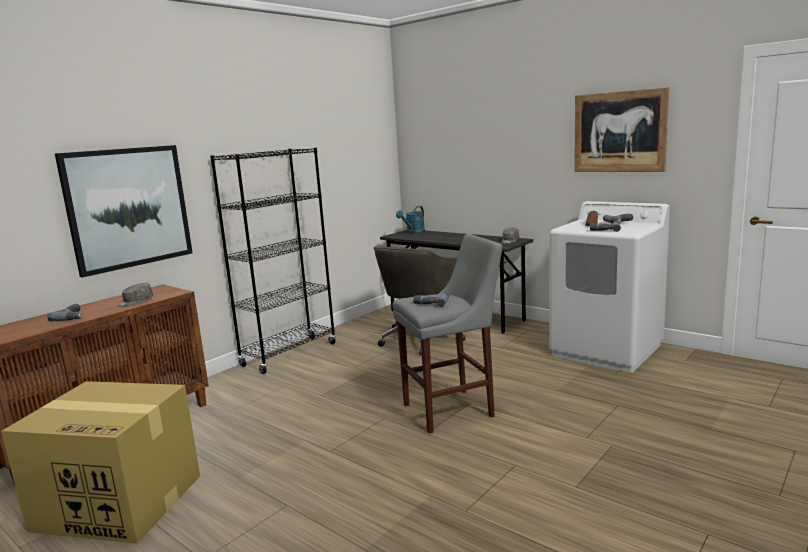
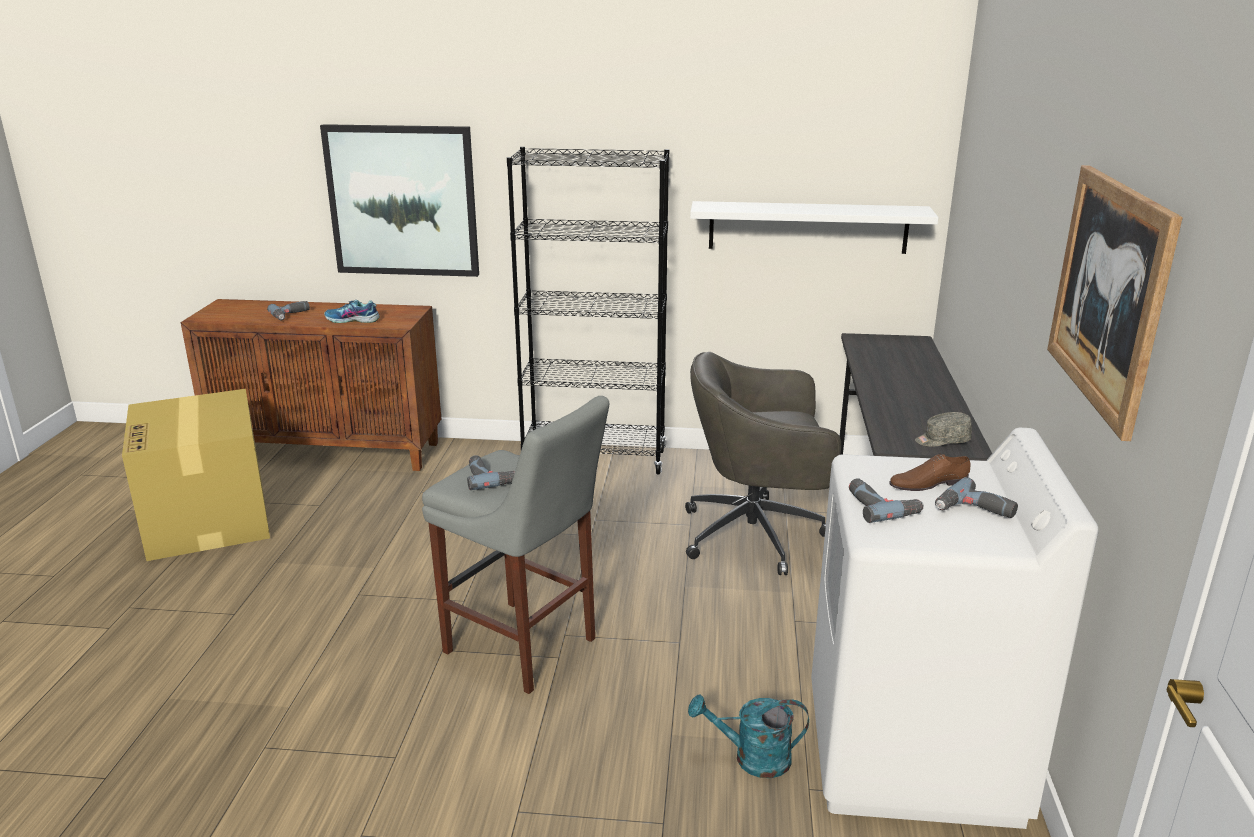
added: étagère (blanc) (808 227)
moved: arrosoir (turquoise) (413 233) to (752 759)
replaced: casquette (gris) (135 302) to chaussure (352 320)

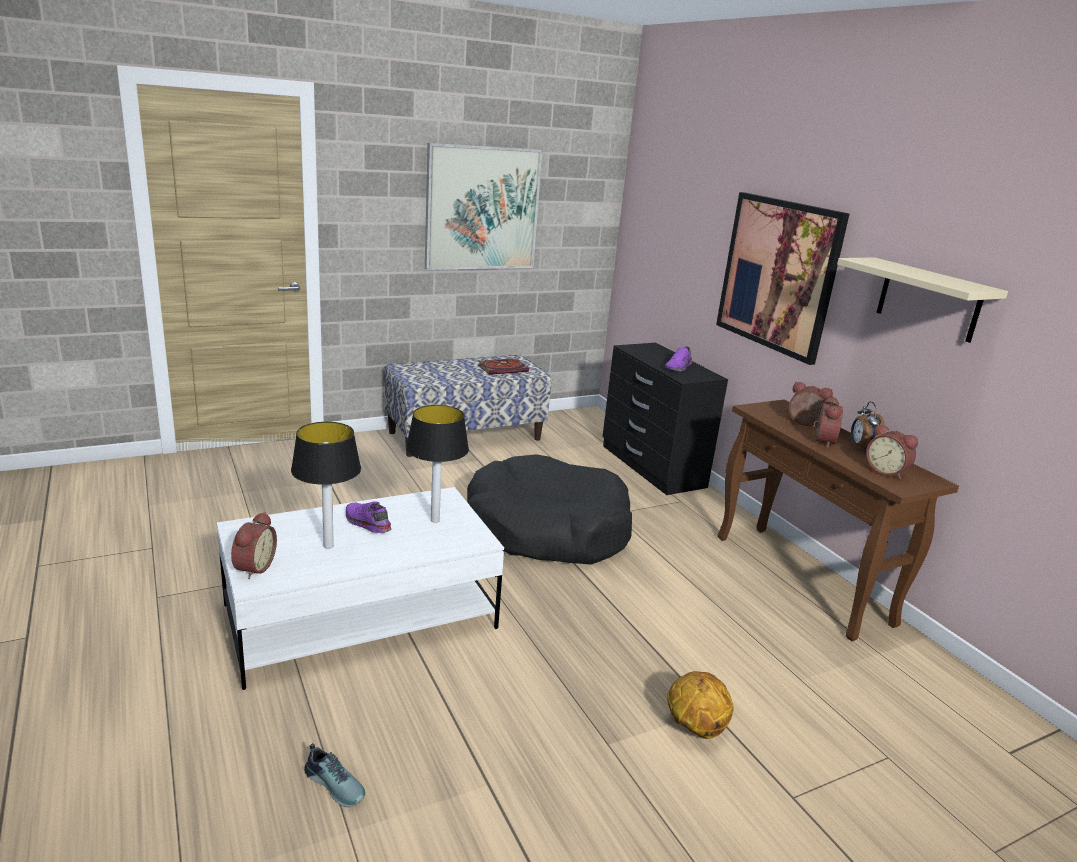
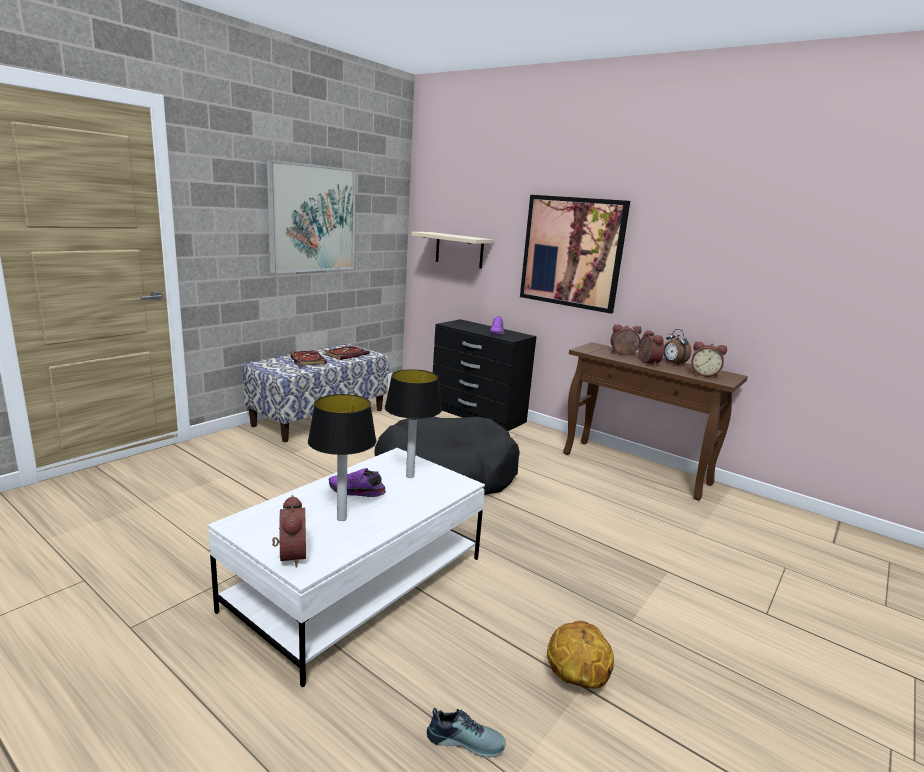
added: livre (306 360)
moved: ballon de basket (694 727) to (575 679); étagère (beige) (928 300) to (459 250)

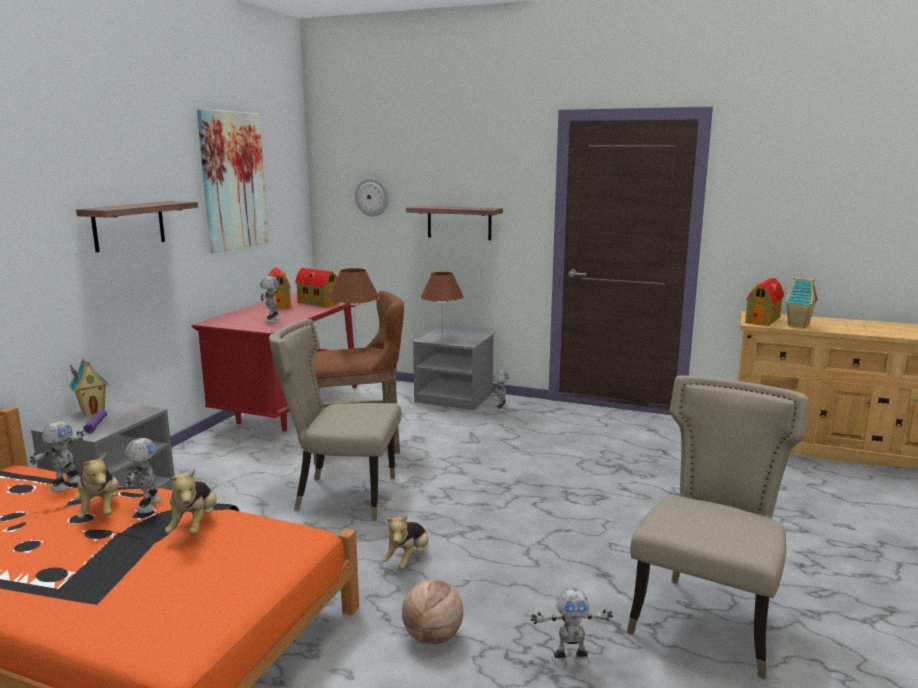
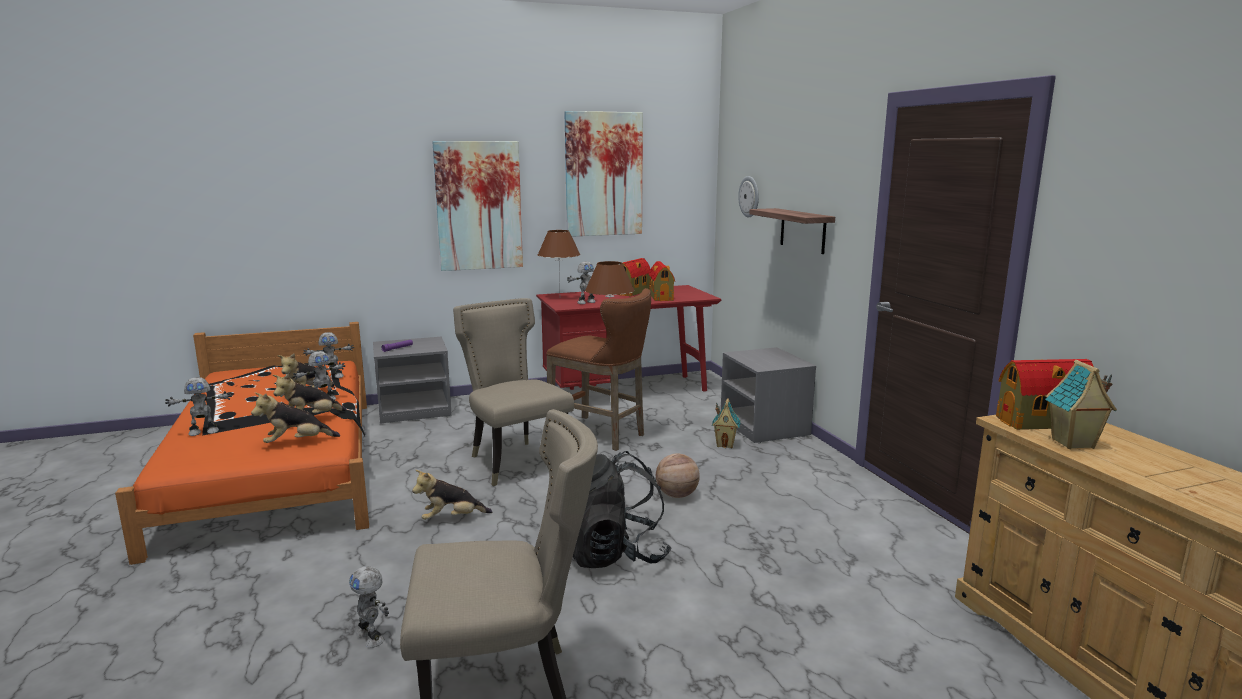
added: peluche (296 443); sac à dos (noir) (614 555)
moved: maison miniature (93 411) to (725 444); ballon de basket (433 637) to (677 495); lampe de table (marron) (442 339) to (560 297); robot jouet (500 408) to (204 432)
replaced: étagère (129 225) to tableau (479 206)

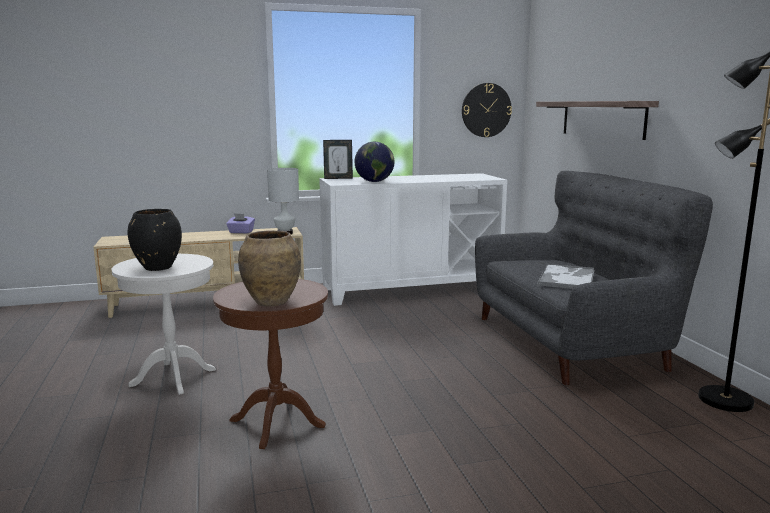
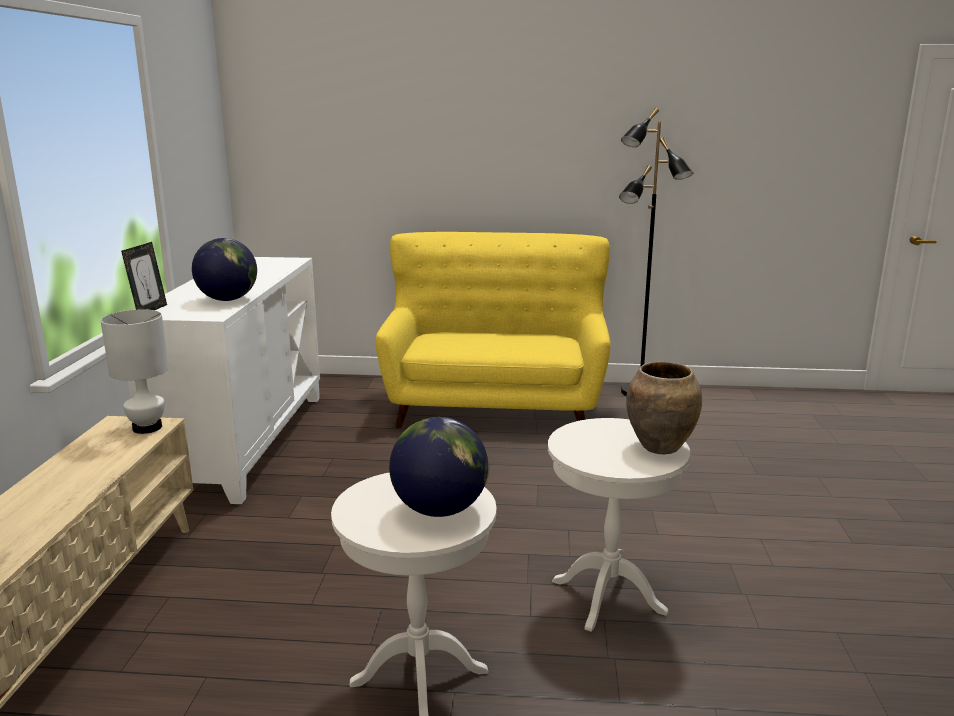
removed: boîte à mouchoirs (violet) (241 232); horloge murale (486 110); étagère (602 118); plateau (566 278)
replaced: vase (noir) (157 268) to globe (439 510)
recoloured: table d'appoint (marron) (277 423) to table d'appoint (blanc) (608 596); canapé (gris) (572 341) to canapé (jaune) (495 406)

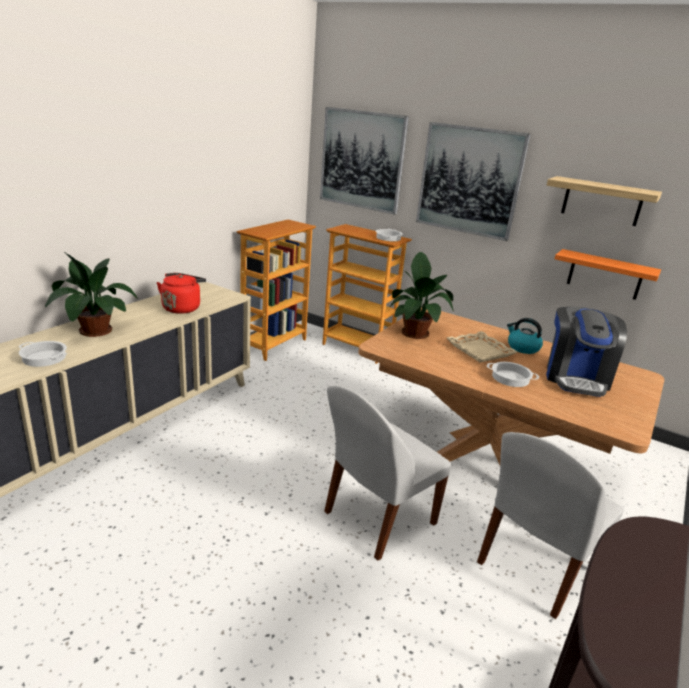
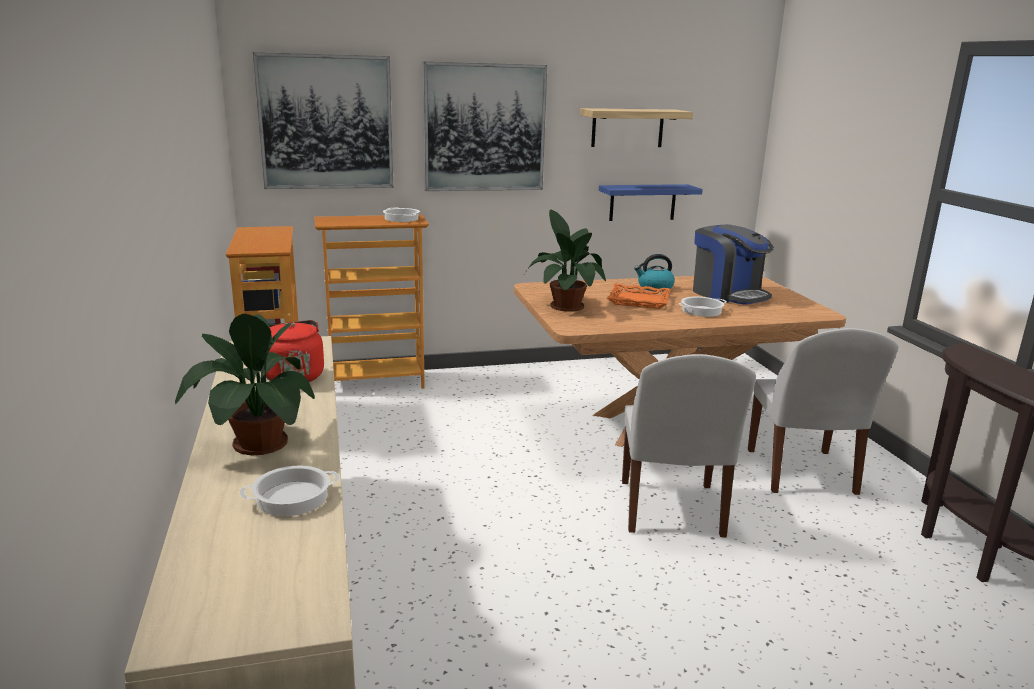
recoloured: plateau (beige) (479 351) to plateau (orange) (639 301); étagère (orange) (605 275) to étagère (bleu) (642 202)

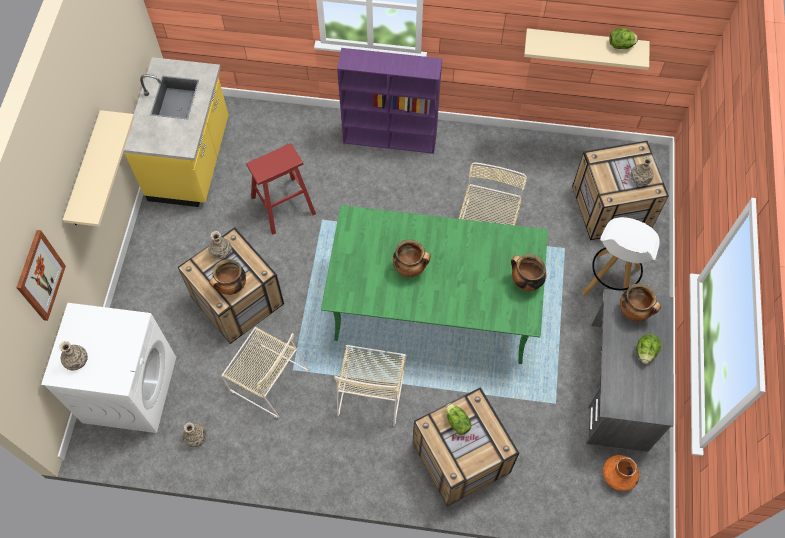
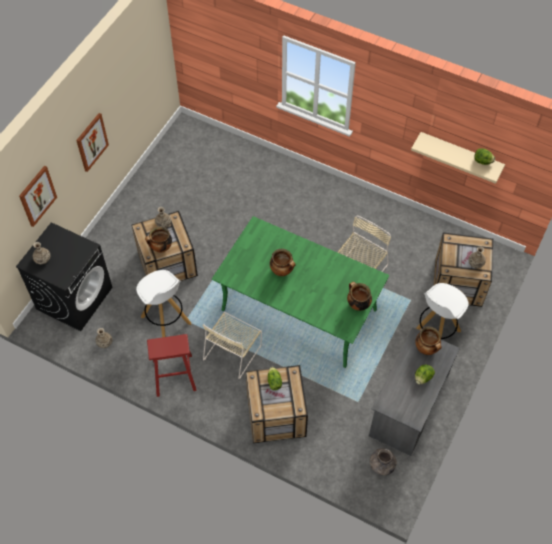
removed: comptoir de cuisine (jaune) (191 160); bibliothèque (violet) (391 138)
moved: tabouret (rouge) (283 205) to (174 375)
replaced: étagère (beige) (86 171) to tableau (91 142); chaise (beige) (267 379) to tabouret (blanc) (166 320)
recoloured: lave-linge (blanc) (129 389) to lave-linge (noir) (74 297); vase (orange) (618 476) to vase (gris) (382 464)

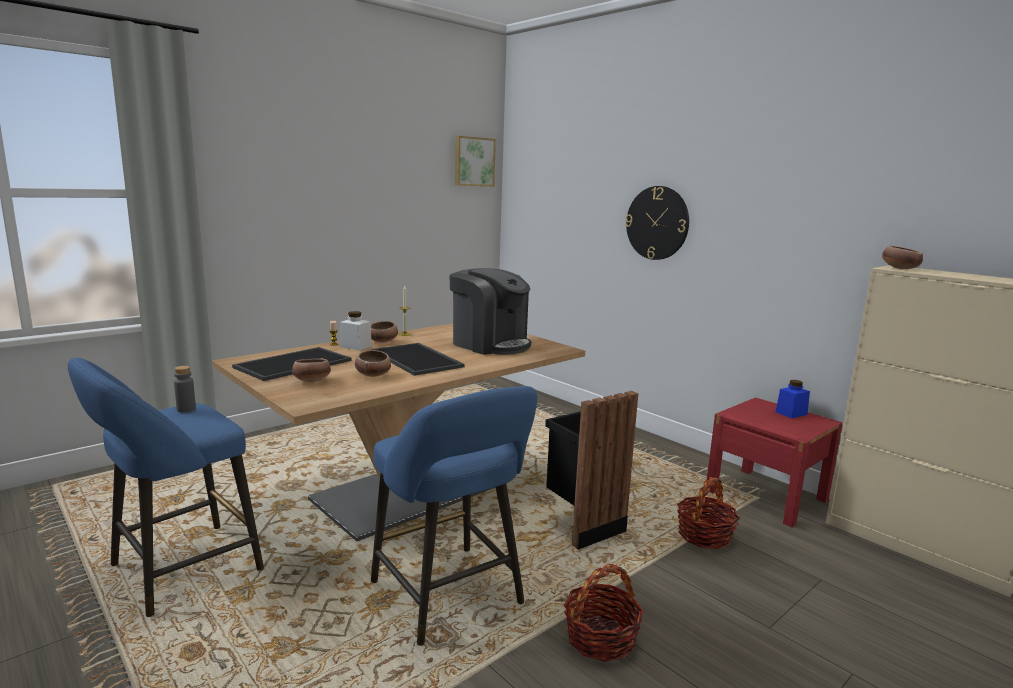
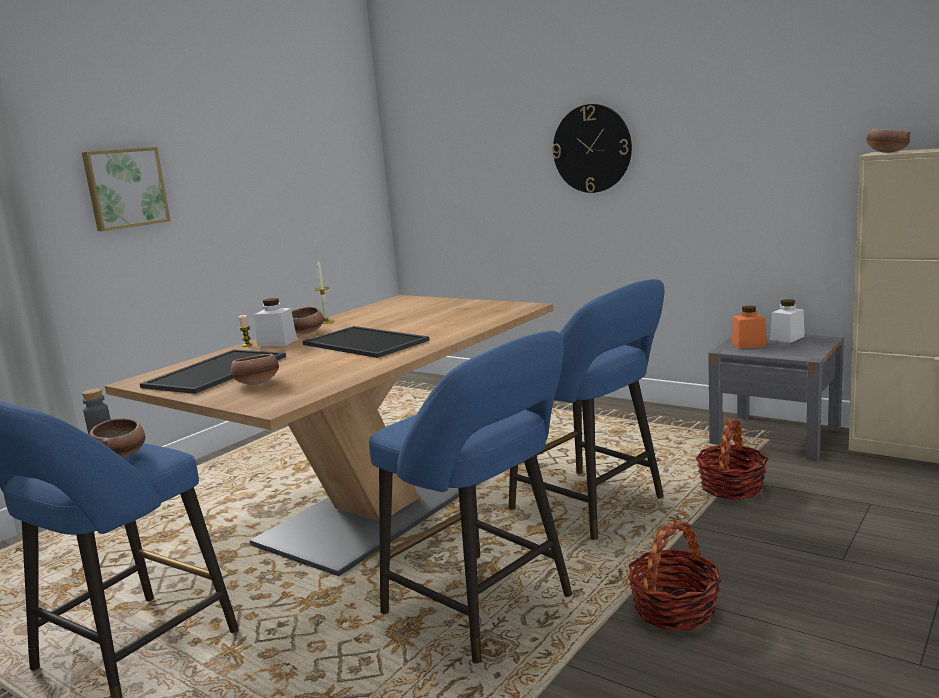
removed: machine à café (490 344)
added: bocal (orange) (748 345)
moved: bol (373 375) to (120 455); tableau (473 161) to (125 188)
replaced: poubelle (noir) (581 526) to tabouret (bleu) (593 506)
recoloured: table de chevet (rouge) (766 495) to table de chevet (gris) (775 436); bocal (bleu) (791 413) to bocal (blanc) (787 338)

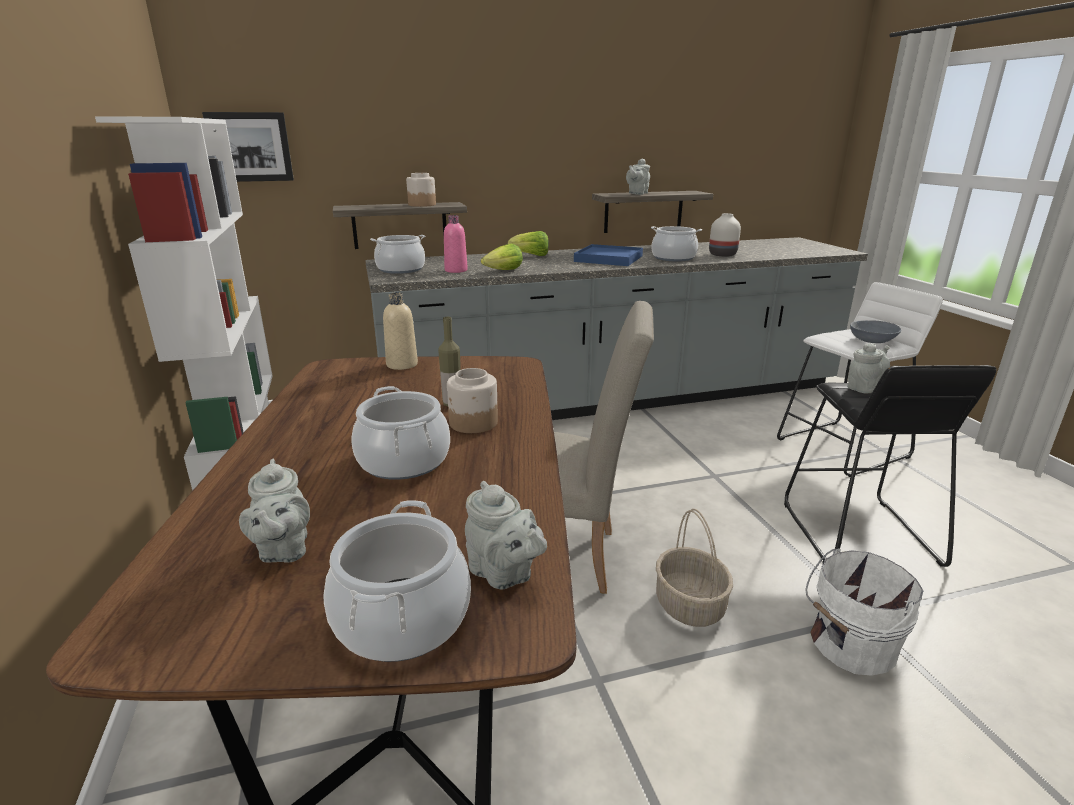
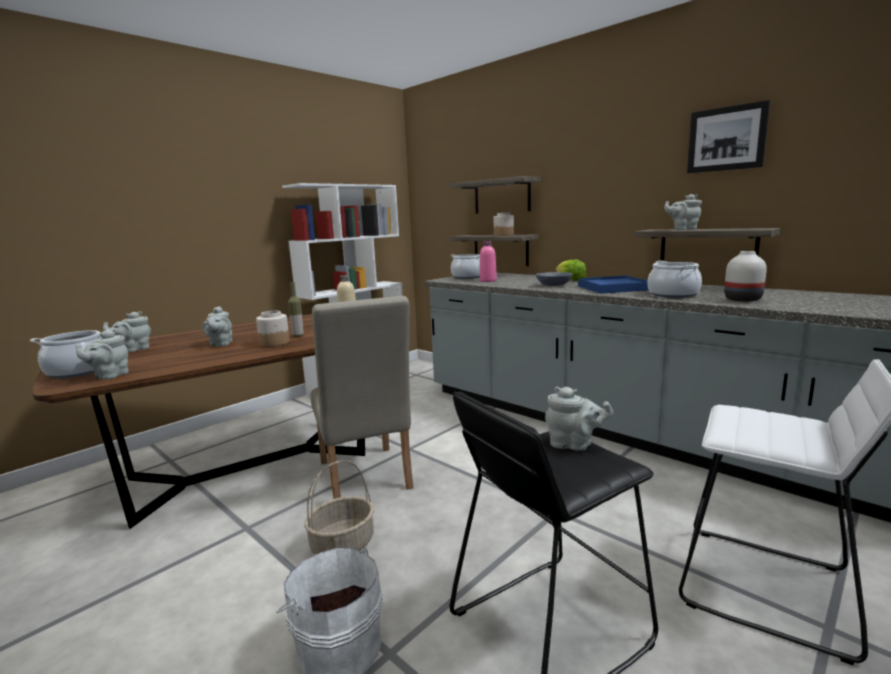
removed: laitue (504 271)
added: étagère (502 196)
moved: tableau (250 147) to (726 139); bol (gris) (872 341) to (553 285)
replaced: marmite (403 461) to théière (gris) (220 344)

